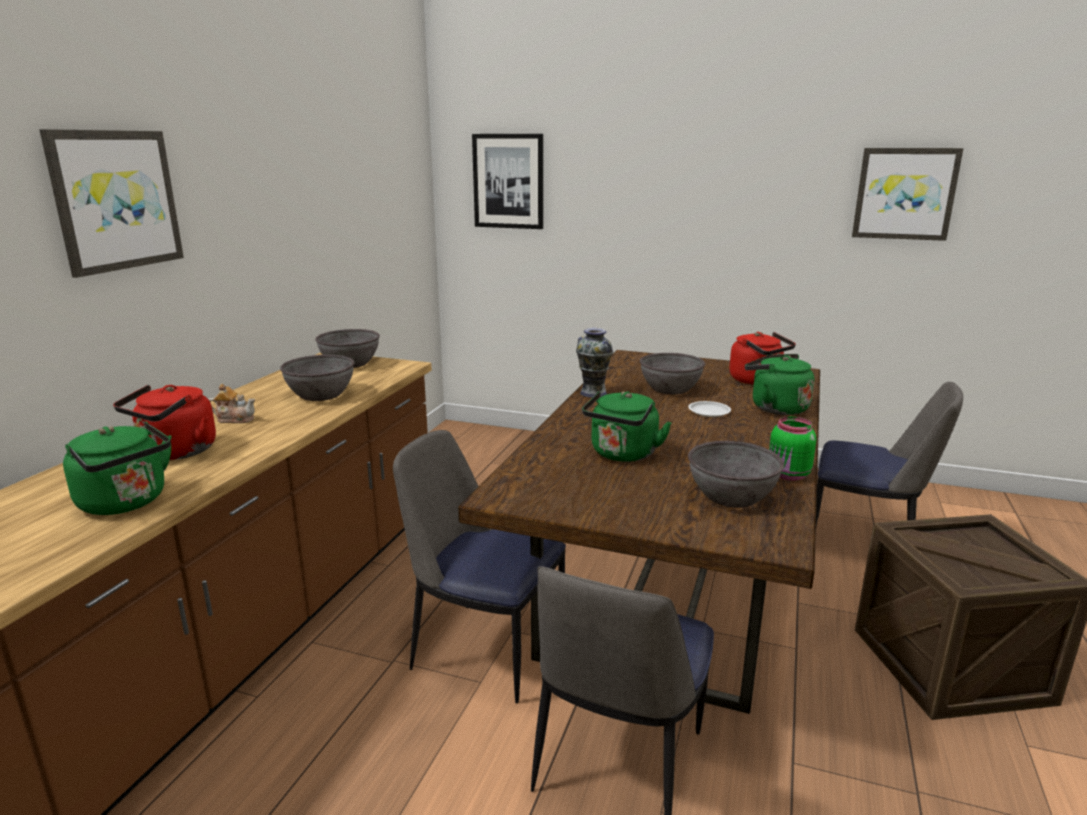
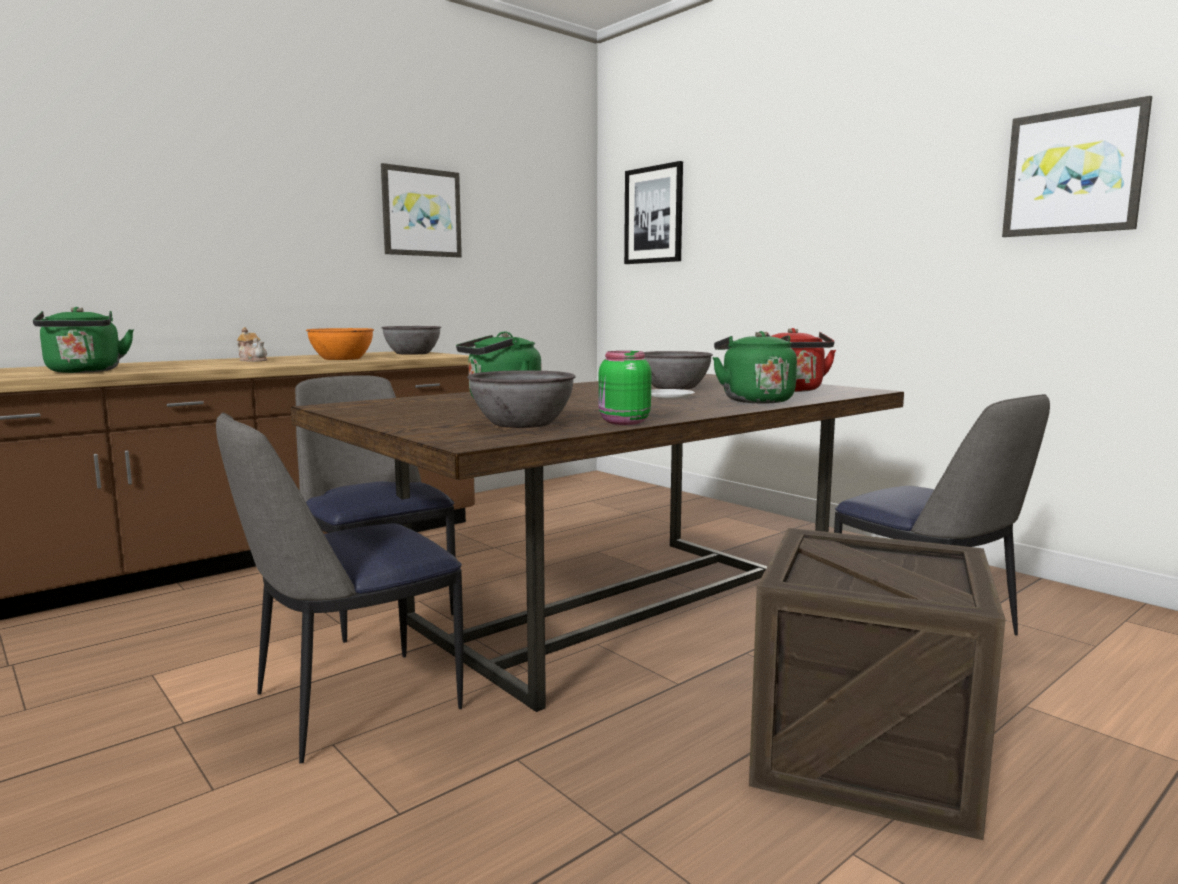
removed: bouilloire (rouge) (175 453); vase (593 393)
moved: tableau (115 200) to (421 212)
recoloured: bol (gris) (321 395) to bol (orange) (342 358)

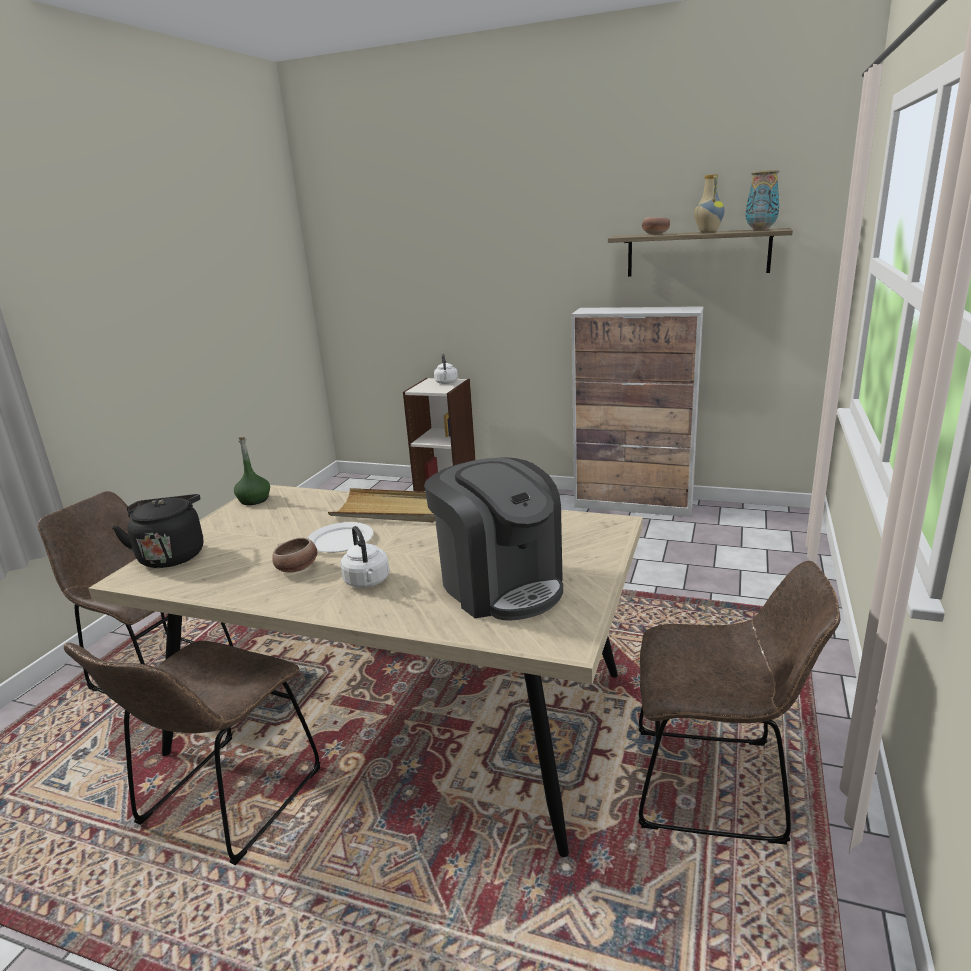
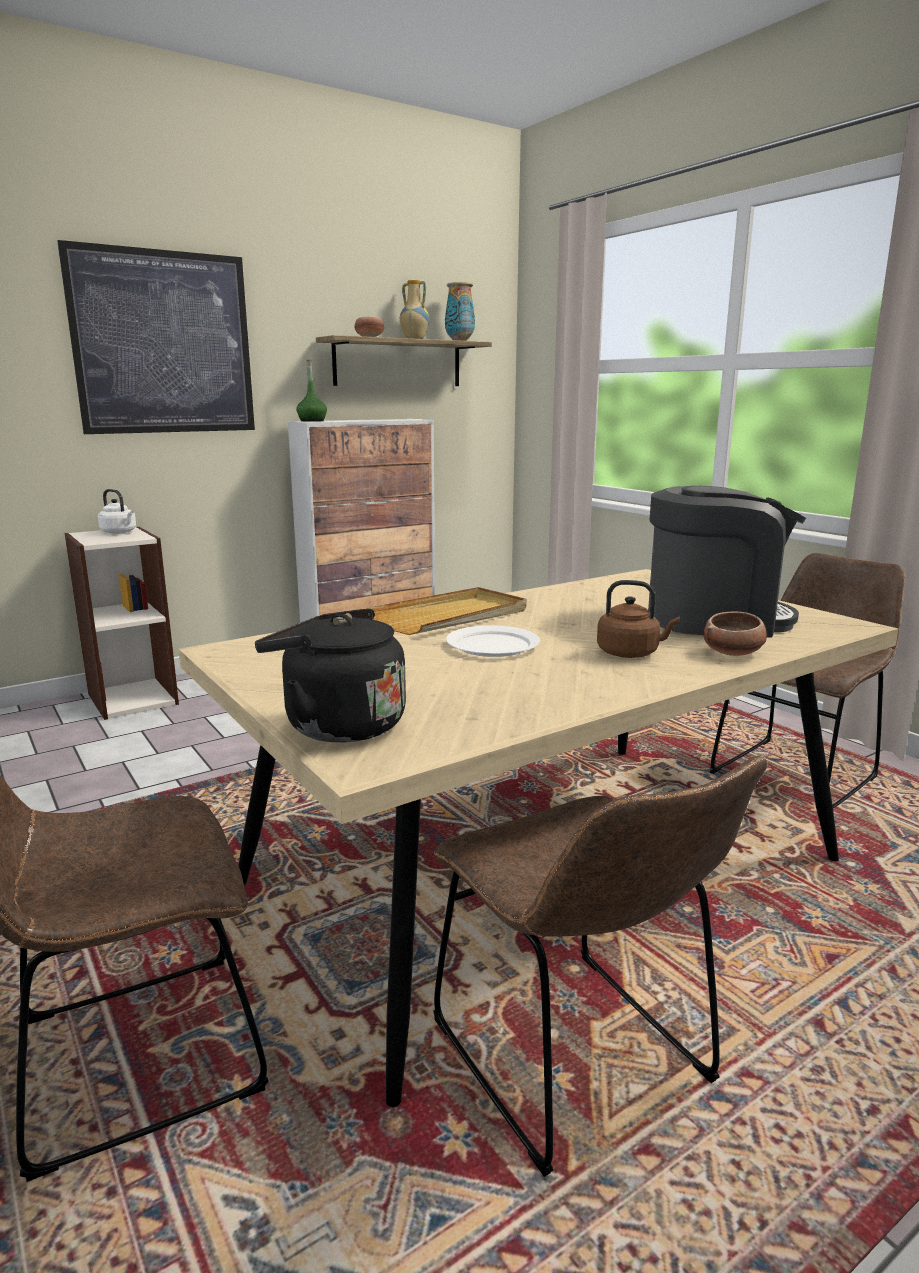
added: tableau (164 343)
moved: bouteille (vert) (254 500) to (312 420); bol (297 568) to (733 653)
recoloured: bouilloire (blanc) (367 582) to bouilloire (marron) (631 653)

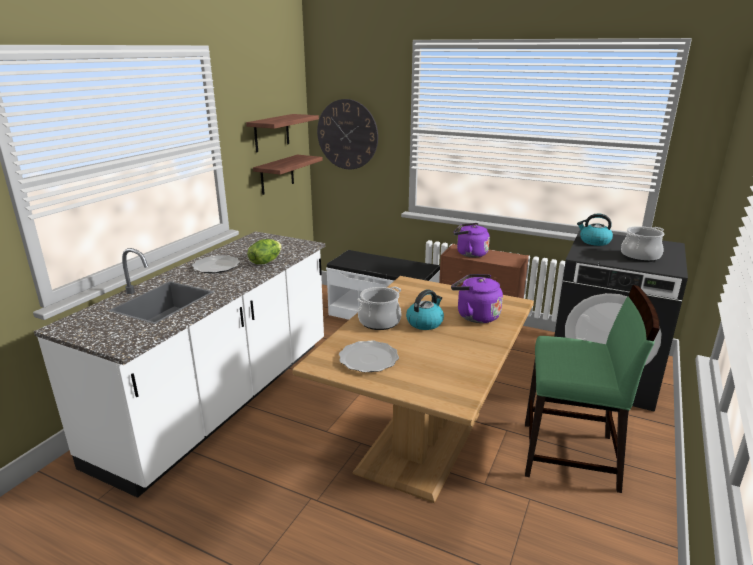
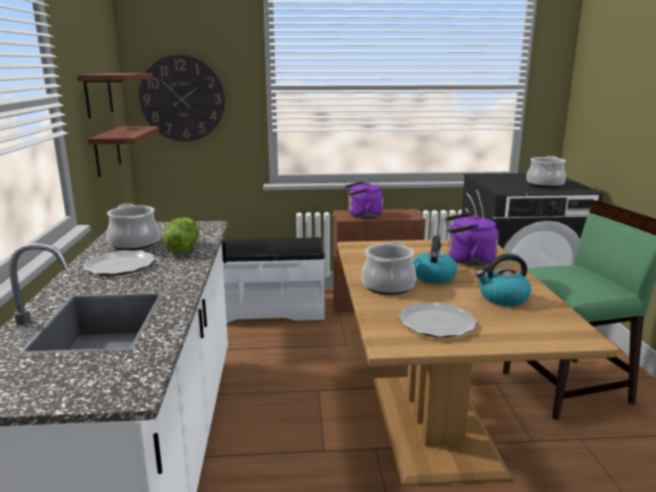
added: marmite (134 244)
moved: bouilloire (594 241) to (503 298)

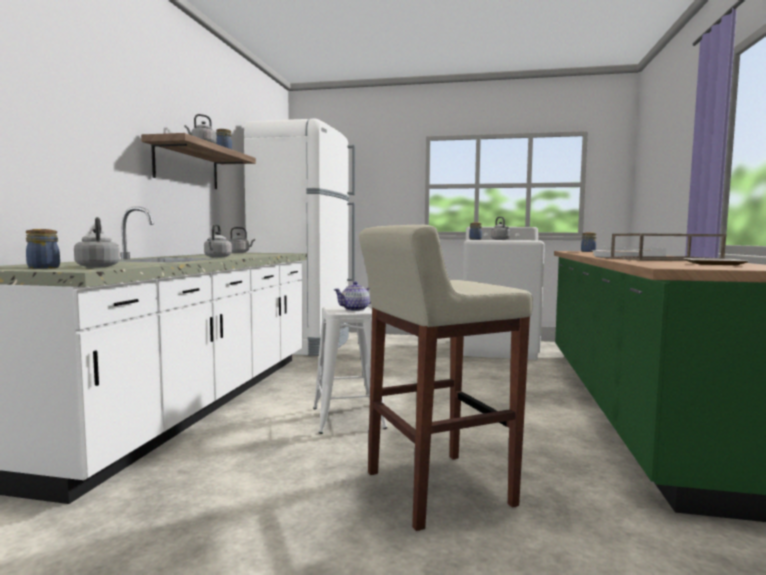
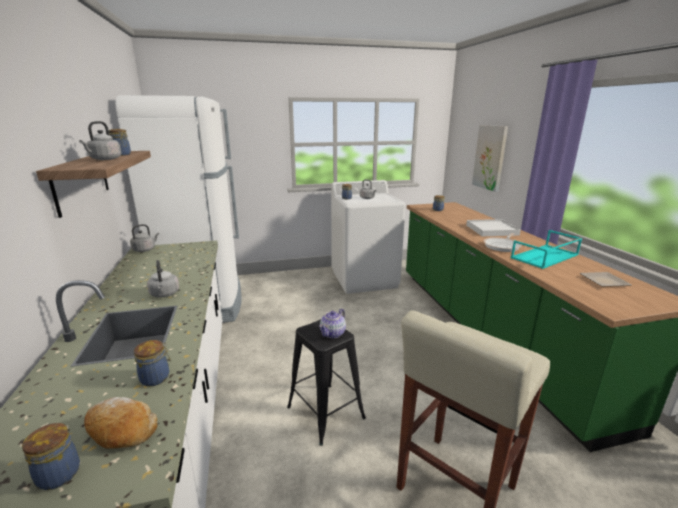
added: bocal (156 378); tableau (490 157)
replaced: bouilloire (gris) (98 266) to pain (121 430)
recoloured: tabouret (blanc) (348 418) to tabouret (noir) (325 412); plateau (marron) (665 259) to plateau (turquoise) (545 257)

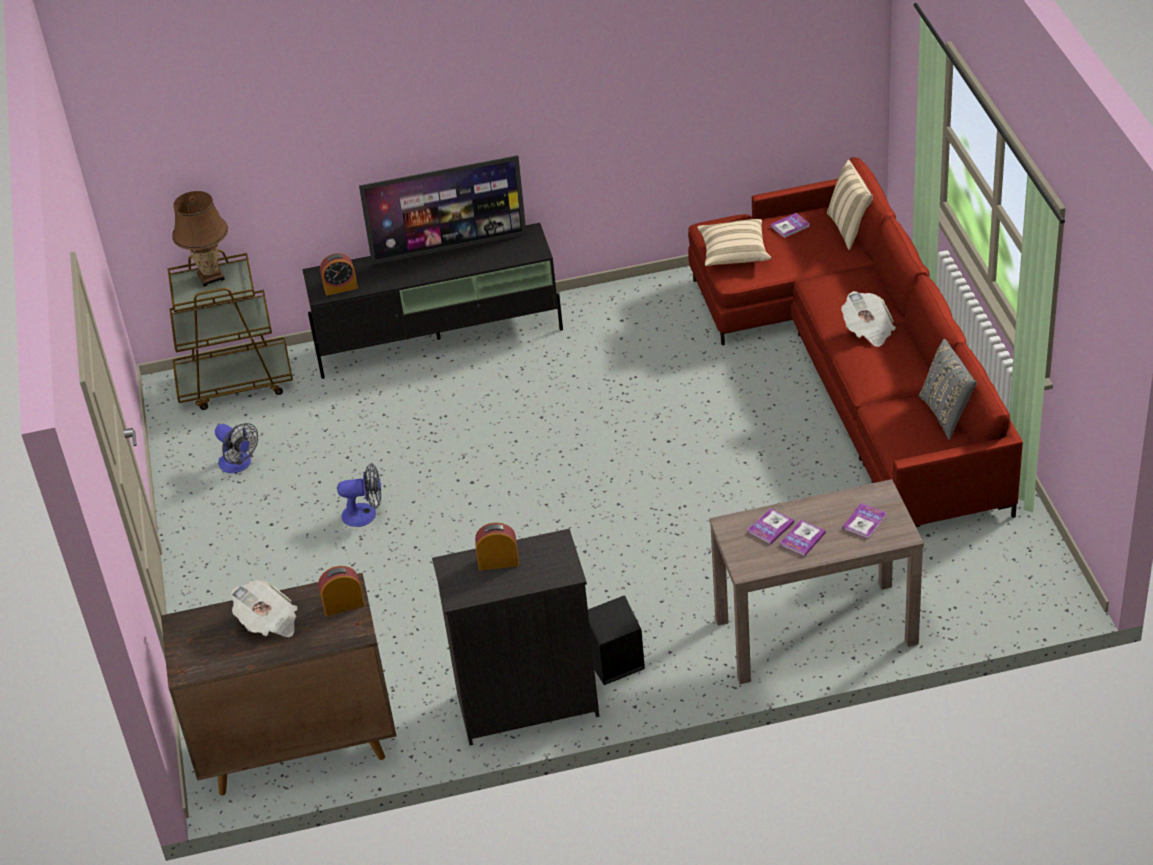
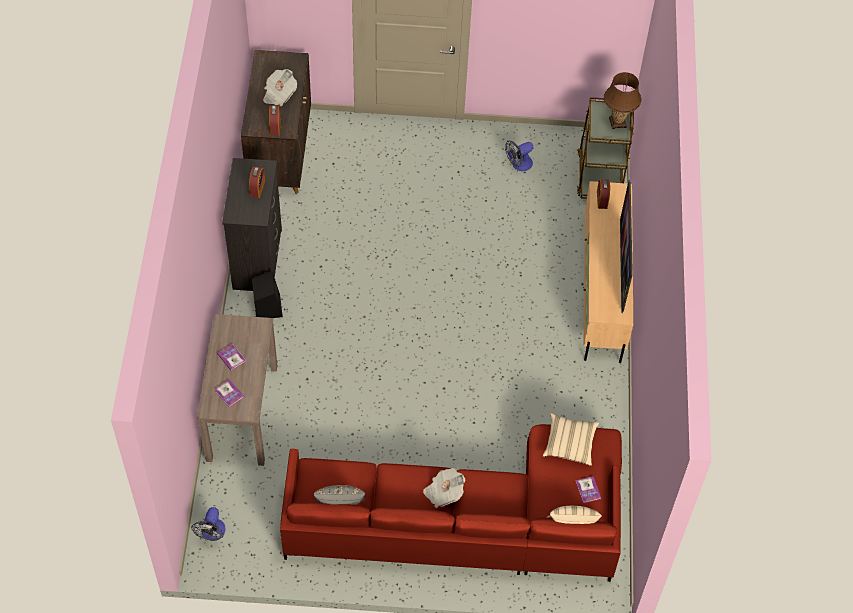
removed: livre (770 527)
moved: ventilateur (365 514) to (212 534)
recoloured: meuble télé (noir) (440 338) to meuble télé (beige) (602 289)

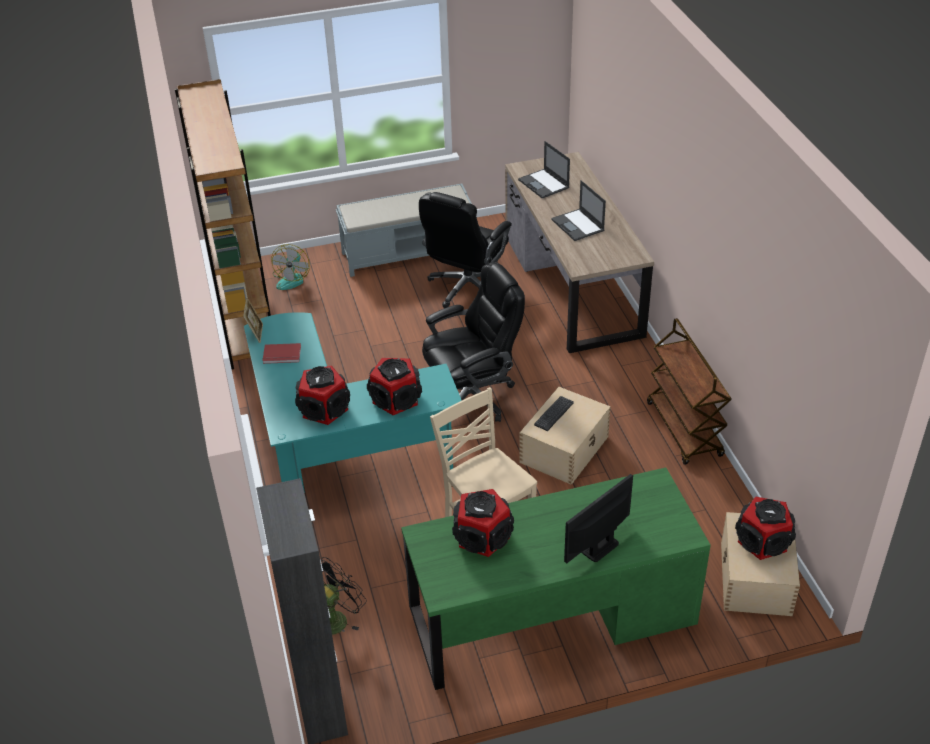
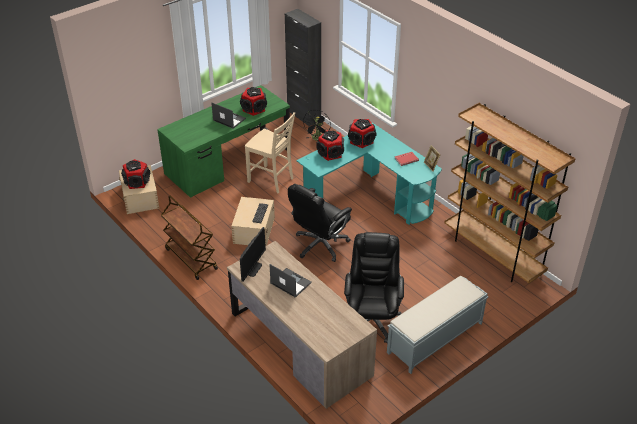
removed: ventilateur (292 279)
moved: ordinateur portable (544 184) to (229 119); écran d'ordinateur (599 546) to (252 269)

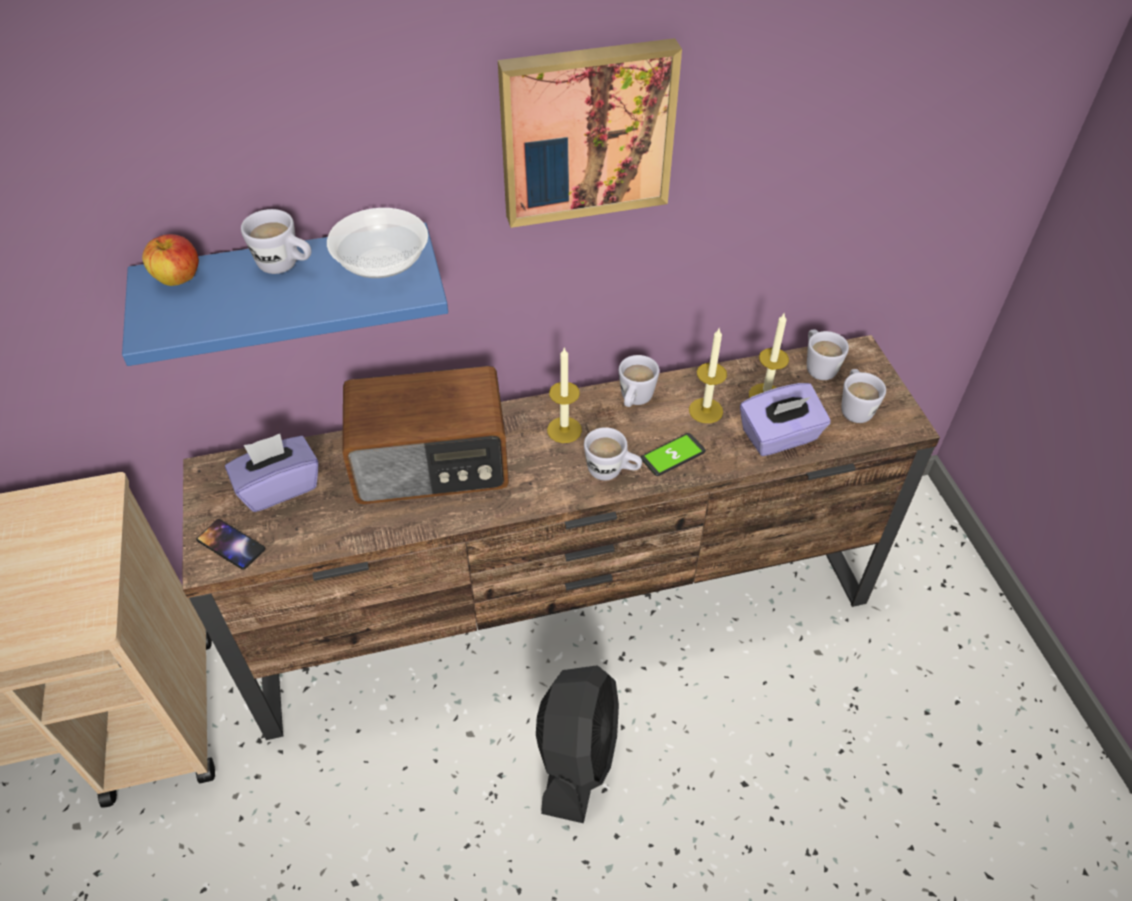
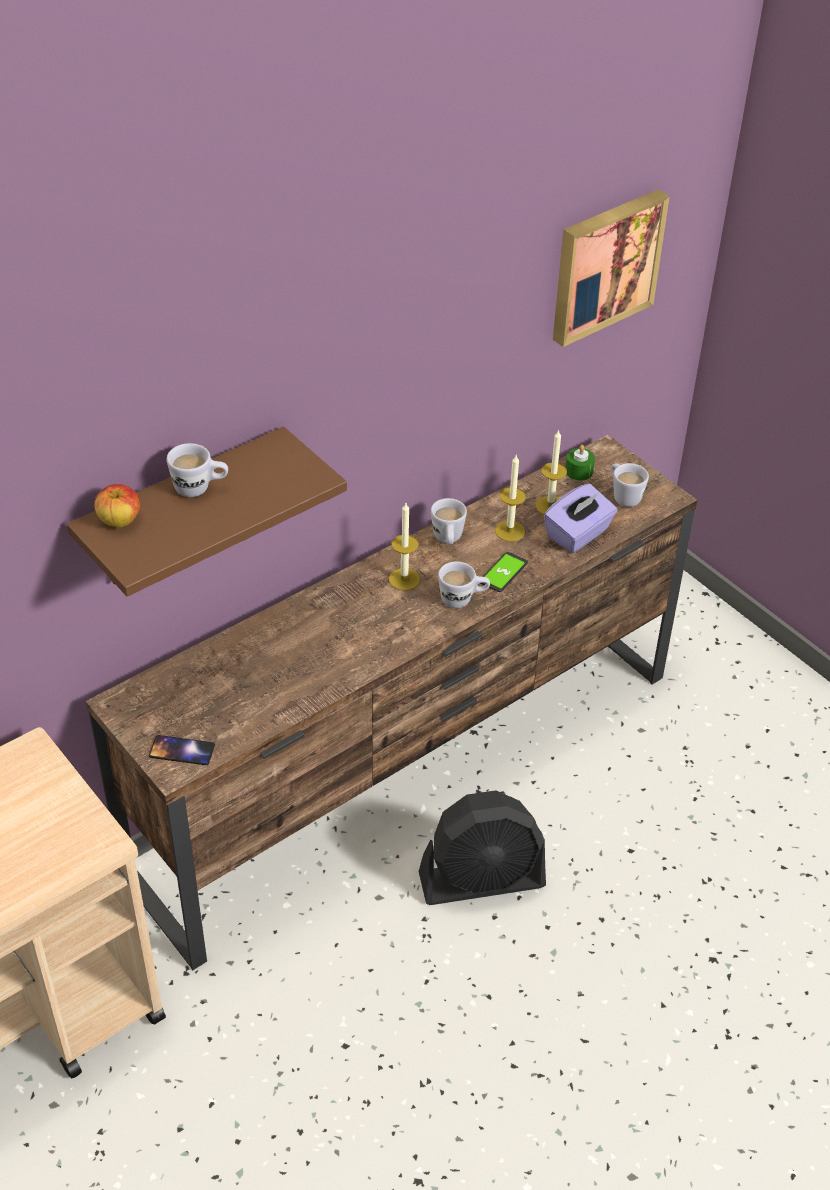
removed: boîte à mouchoirs (violet) (279 487); bol (382 263); radio (432 464)
moved: tableau (586 131) to (604 265)
replaced: mug (blanc) (818 366) to bougie (vert) (579 471)
recoloured: étagère (bleu) (292 288) to étagère (marron) (183 510)
turned: ventilateur (noir) (577 756) = (482 880) 90 degrees clockwise

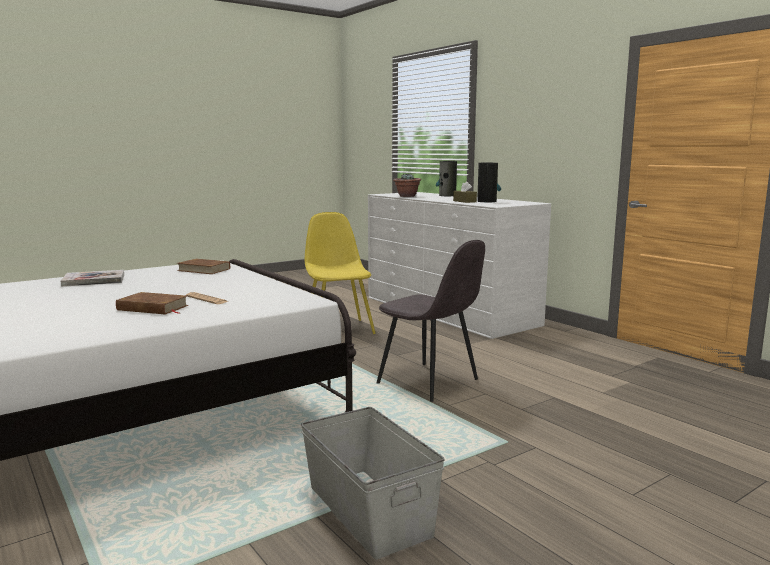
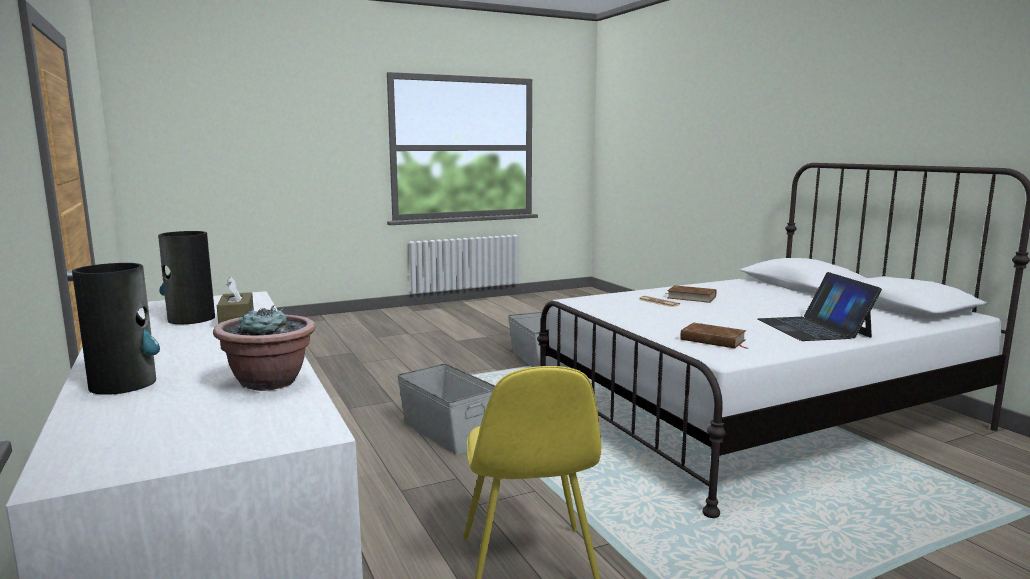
replaced: livre (94 280) to ordinateur portable (813 328); chaise (gris) (430 382) to boîte de rangement (gris) (448 431)

